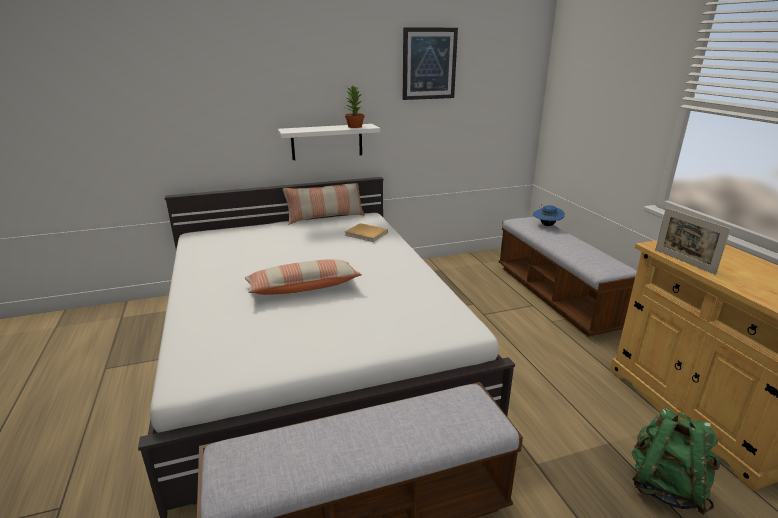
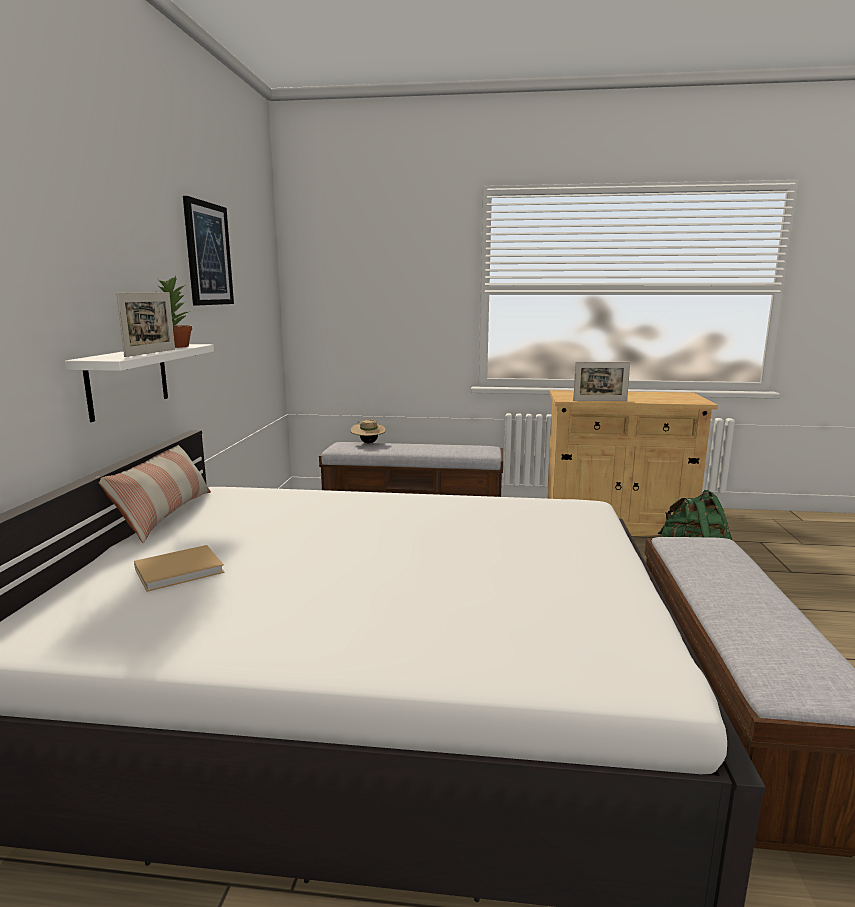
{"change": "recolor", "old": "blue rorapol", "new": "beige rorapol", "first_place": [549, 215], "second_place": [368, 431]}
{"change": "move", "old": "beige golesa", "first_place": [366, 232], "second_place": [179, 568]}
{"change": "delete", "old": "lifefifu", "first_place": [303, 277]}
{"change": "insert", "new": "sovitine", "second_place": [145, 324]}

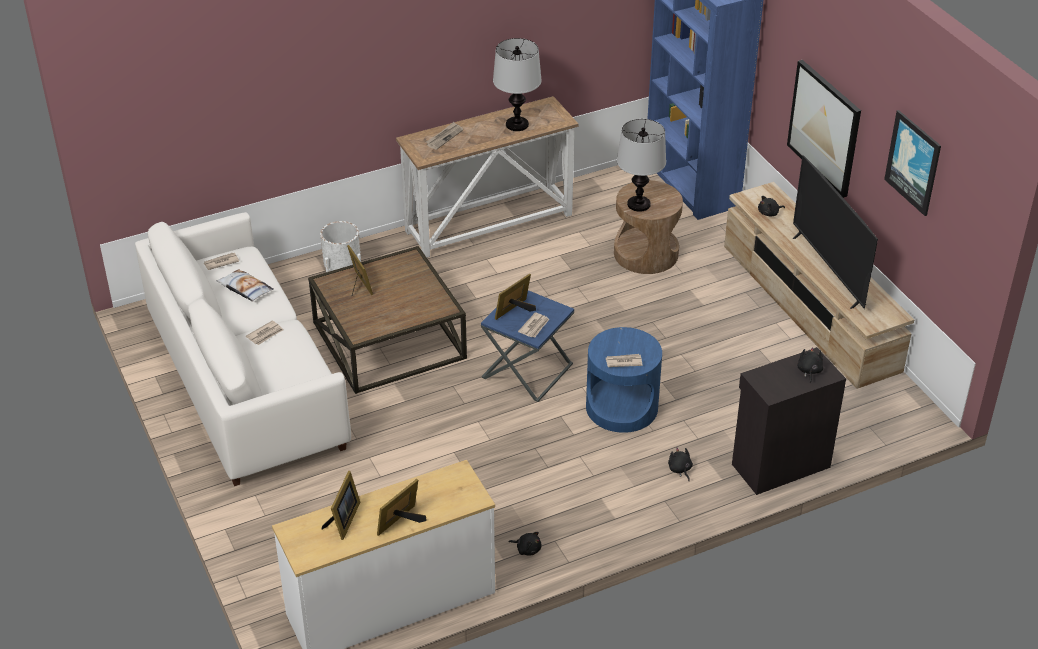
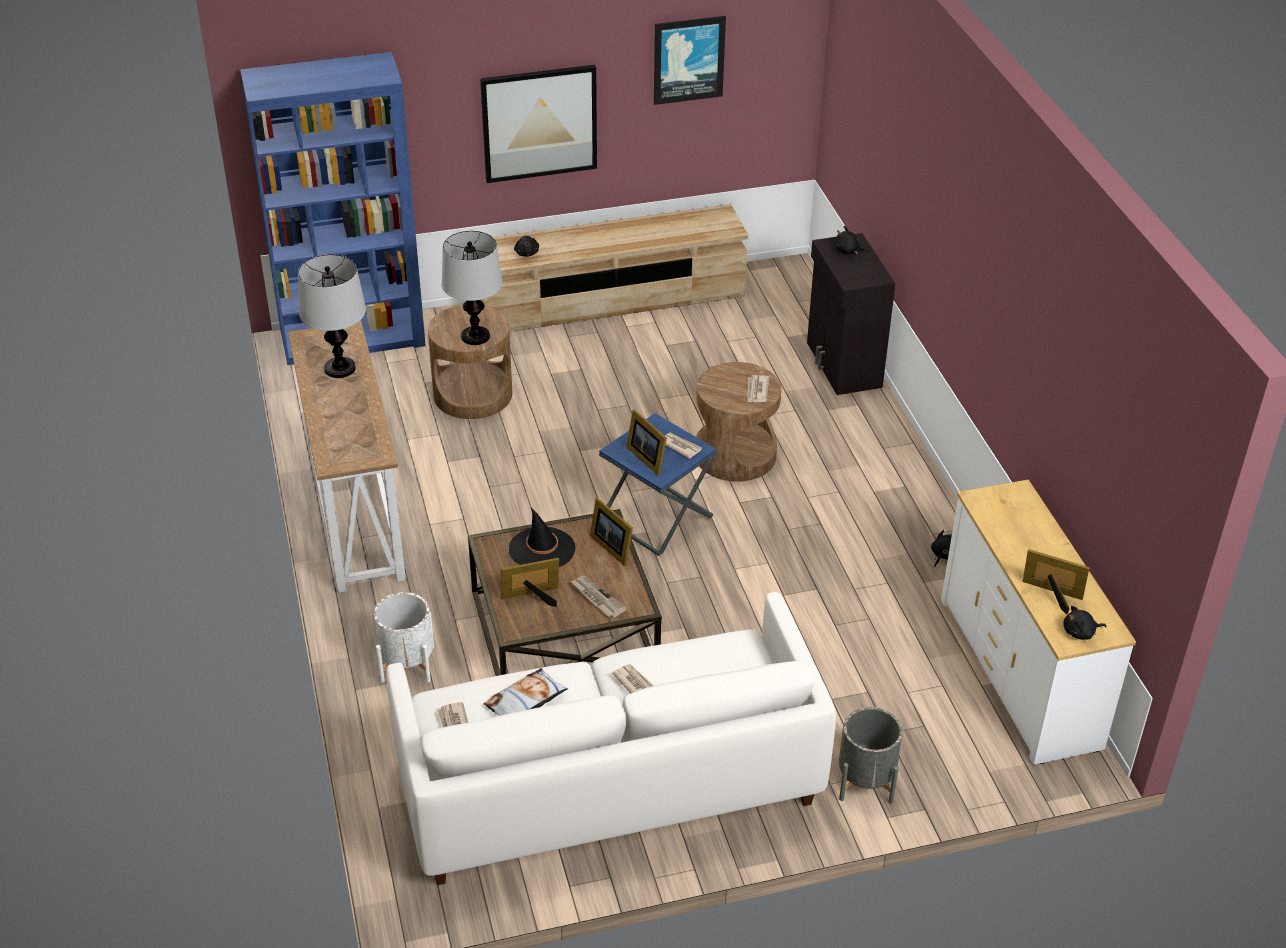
{"change": "move", "old": "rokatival", "first_place": [444, 136], "second_place": [598, 597]}
{"change": "delete", "old": "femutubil", "first_place": [835, 232]}
{"change": "recolor", "old": "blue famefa", "new": "brown famefa", "first_place": [624, 380], "second_place": [738, 422]}
{"change": "move", "old": "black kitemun", "first_place": [680, 464], "second_place": [1085, 623]}
{"change": "move", "old": "sovitine", "first_place": [402, 507], "second_place": [611, 532]}
{"change": "insert", "new": "black rorapol", "second_place": [542, 537]}
{"change": "insert", "new": "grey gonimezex", "second_place": [871, 755]}

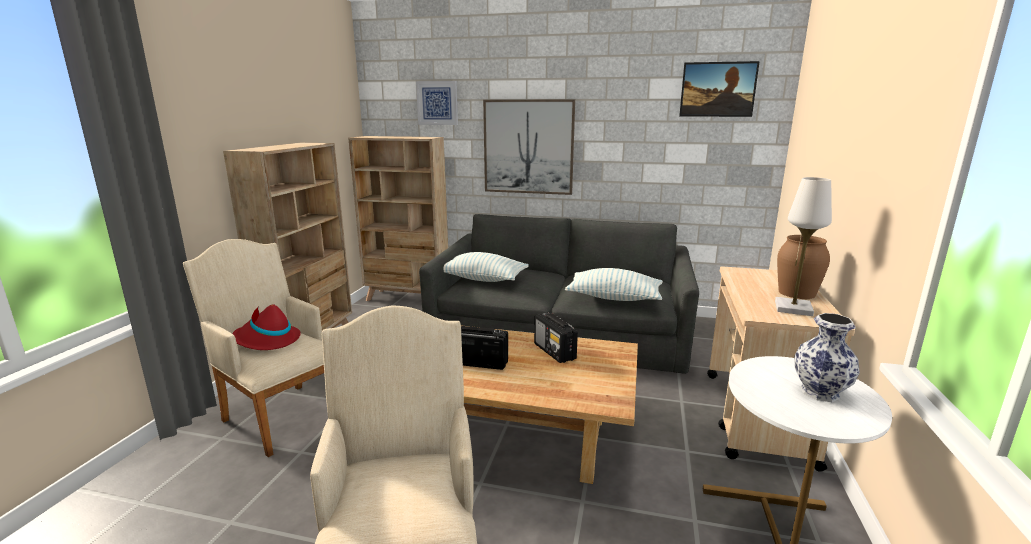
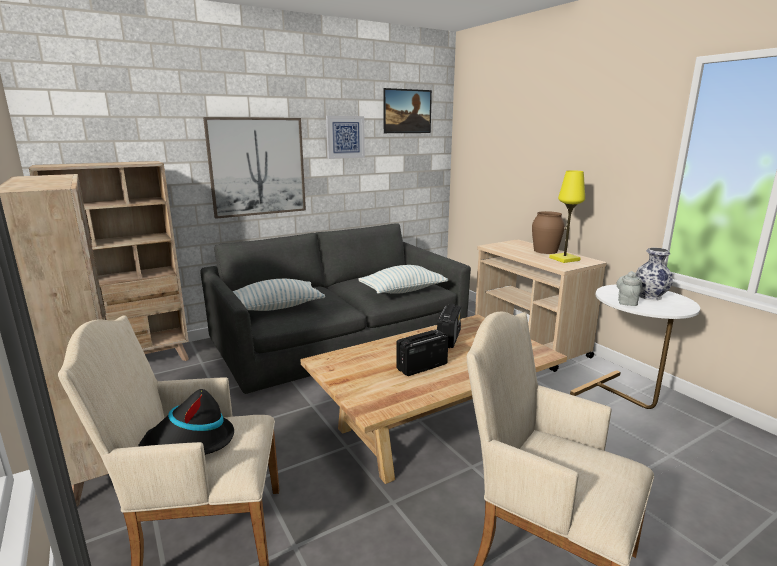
{"change": "move", "old": "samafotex", "first_place": [437, 103], "second_place": [345, 137]}
{"change": "recolor", "old": "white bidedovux", "new": "yellow bidedovux", "first_place": [803, 246], "second_place": [567, 216]}
{"change": "recolor", "old": "red rorapol", "new": "black rorapol", "first_place": [266, 327], "second_place": [186, 422]}
{"change": "rotate", "old": "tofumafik", "first_place": [556, 338], "second_place": [449, 326], "degrees": -90}
{"change": "insert", "new": "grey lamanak", "second_place": [629, 288]}

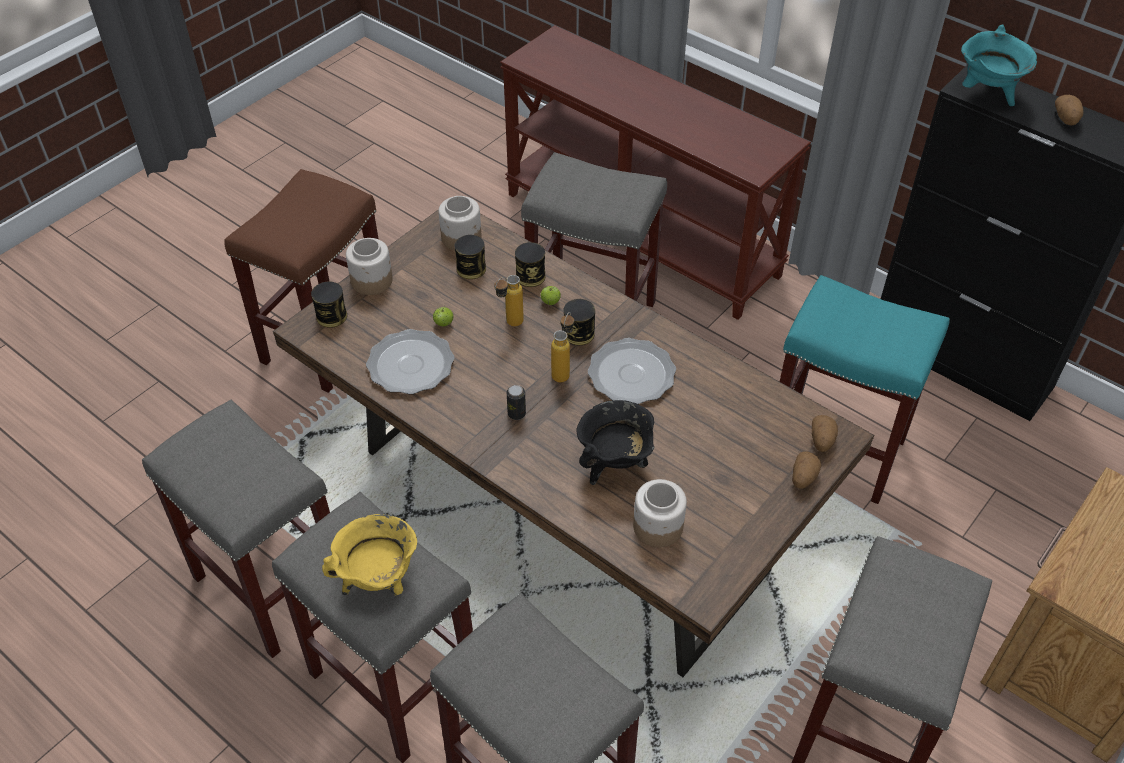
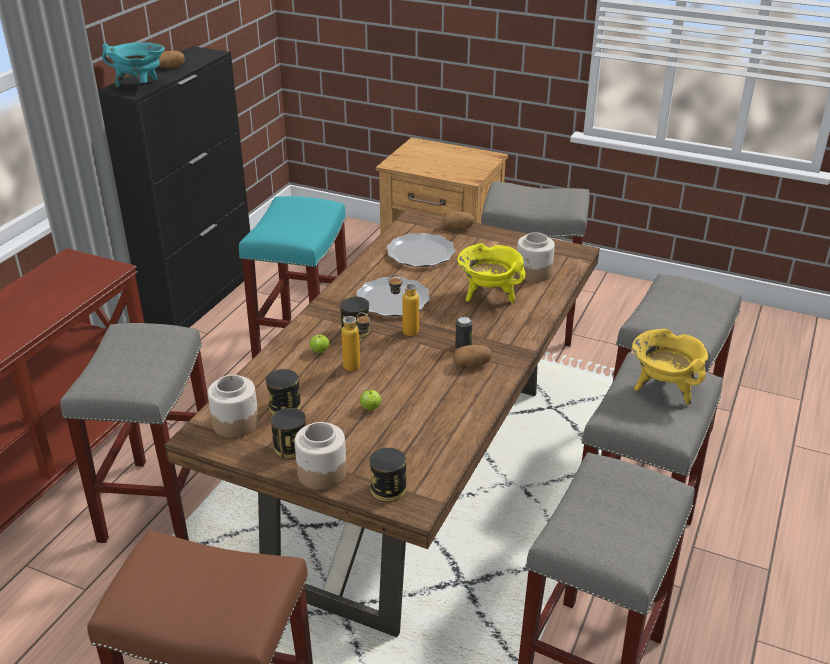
{"change": "move", "old": "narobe", "first_place": [530, 264], "second_place": [288, 433]}
{"change": "move", "old": "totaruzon", "first_place": [410, 361], "second_place": [420, 250]}
{"change": "recolor", "old": "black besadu", "new": "yellow besadu", "first_place": [615, 442], "second_place": [491, 273]}
{"change": "move", "old": "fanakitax", "first_place": [825, 433], "second_place": [472, 356]}

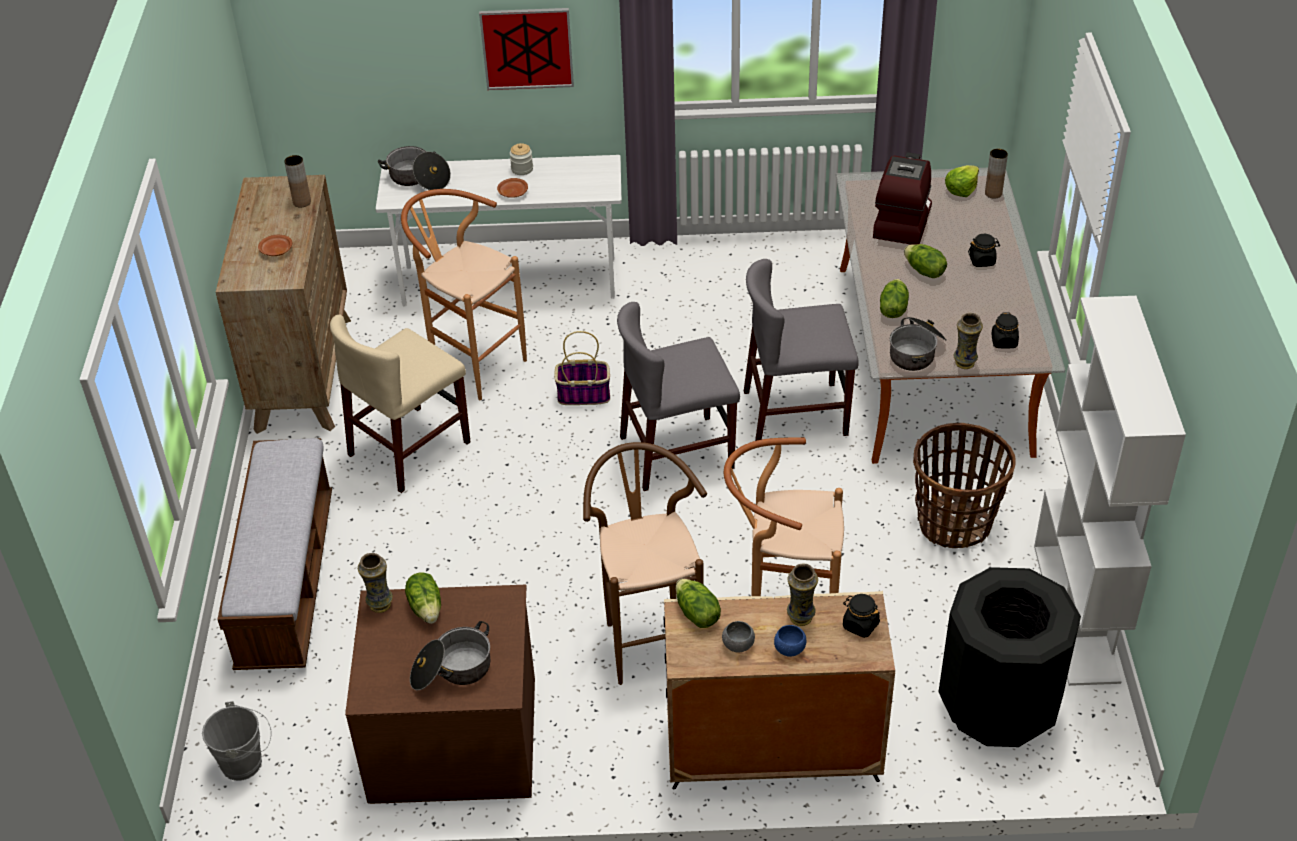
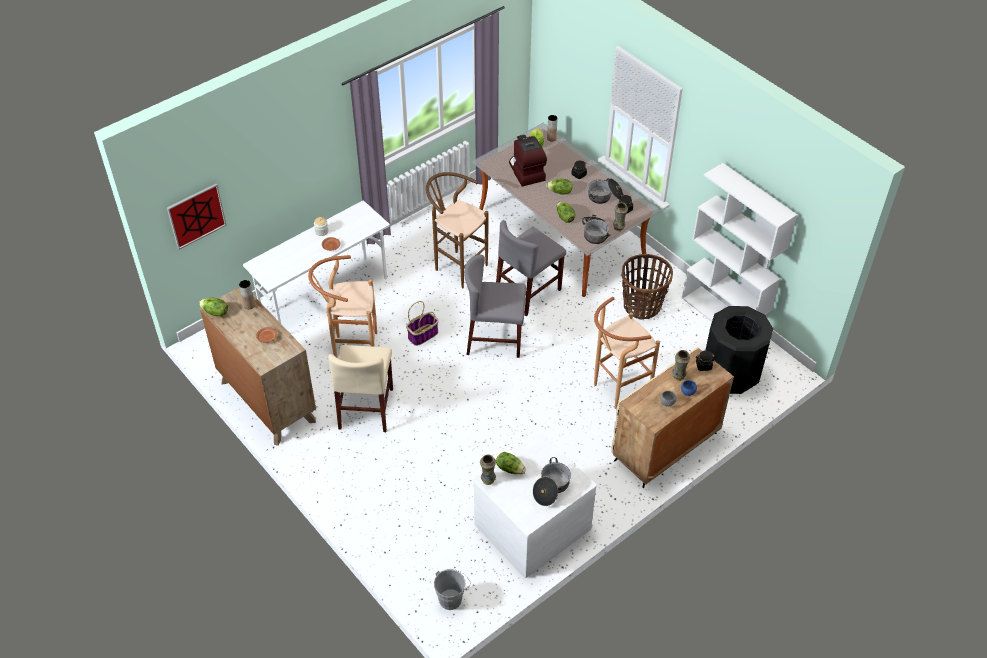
{"change": "move", "old": "samafotex", "first_place": [526, 49], "second_place": [196, 217]}
{"change": "move", "old": "besadu", "first_place": [414, 168], "second_place": [605, 191]}
{"change": "rotate", "old": "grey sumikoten", "first_place": [678, 396], "second_place": [495, 306], "degrees": 60}
{"change": "delete", "old": "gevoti", "first_place": [274, 554]}
{"change": "move", "old": "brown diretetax", "first_place": [645, 563], "second_place": [457, 230]}
{"change": "move", "old": "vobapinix", "first_place": [698, 603], "second_place": [213, 307]}
{"change": "recolor", "old": "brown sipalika", "new": "white sipalika", "first_place": [440, 694], "second_place": [534, 505]}

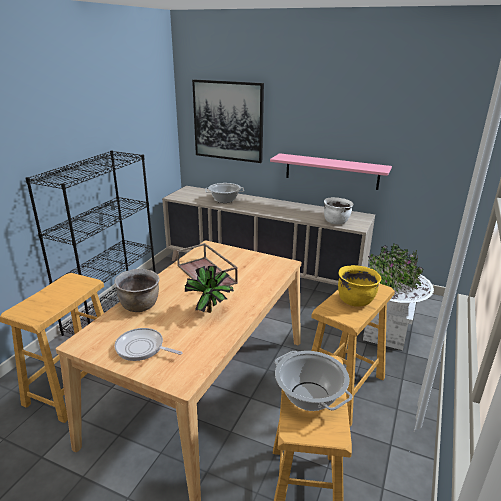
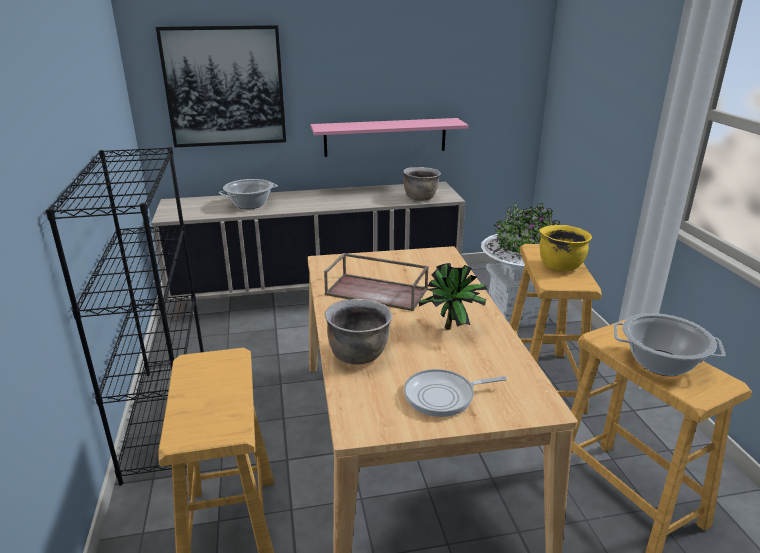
{"change": "recolor", "old": "white besadu", "new": "brown besadu", "first_place": [338, 211], "second_place": [422, 184]}

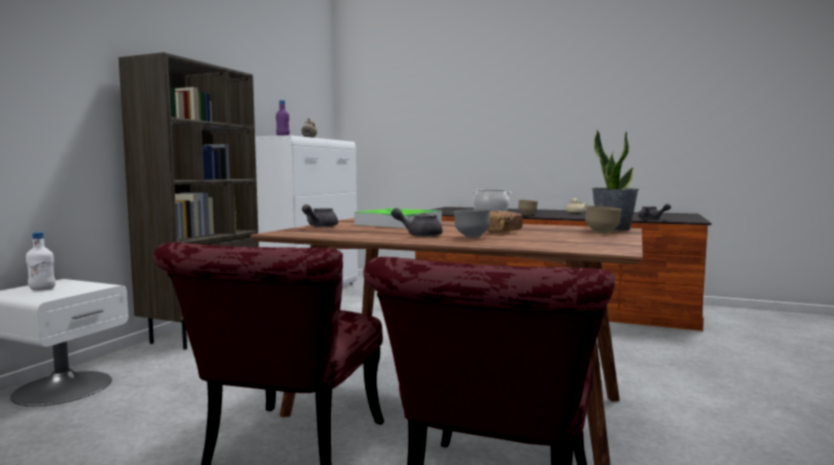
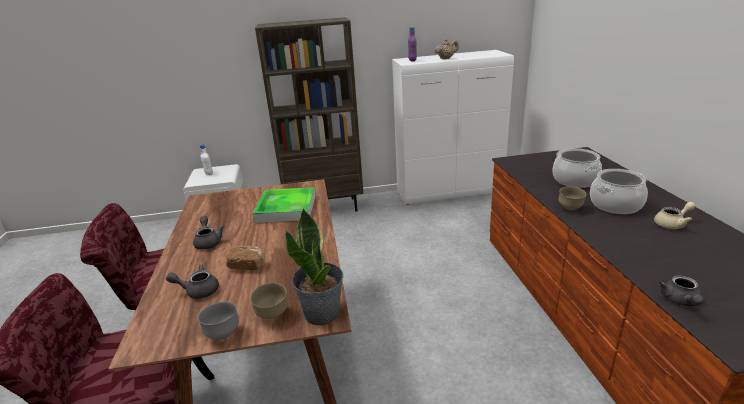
{"change": "move", "old": "grey lamanak", "first_place": [320, 215], "second_place": [192, 281]}
{"change": "move", "old": "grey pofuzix", "first_place": [471, 223], "second_place": [218, 321]}
{"change": "insert", "new": "besadu", "second_place": [619, 191]}

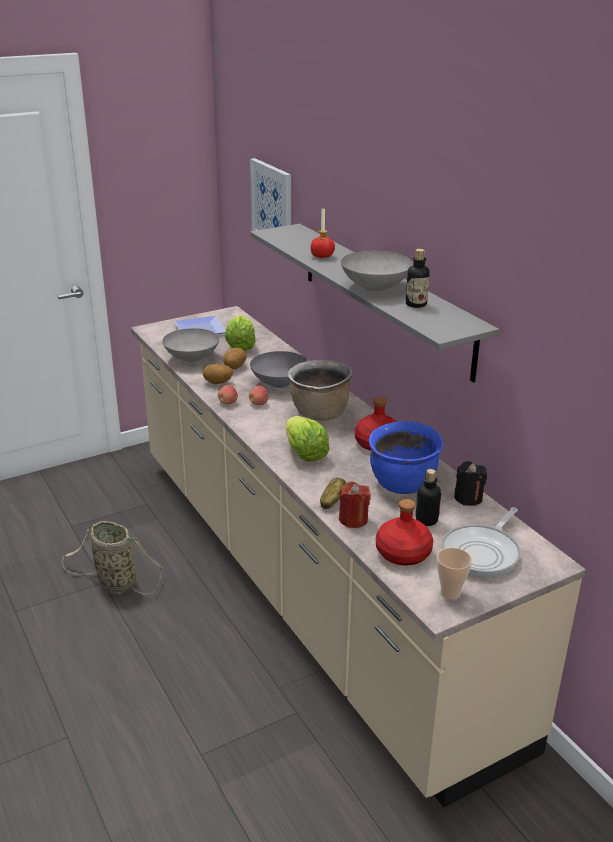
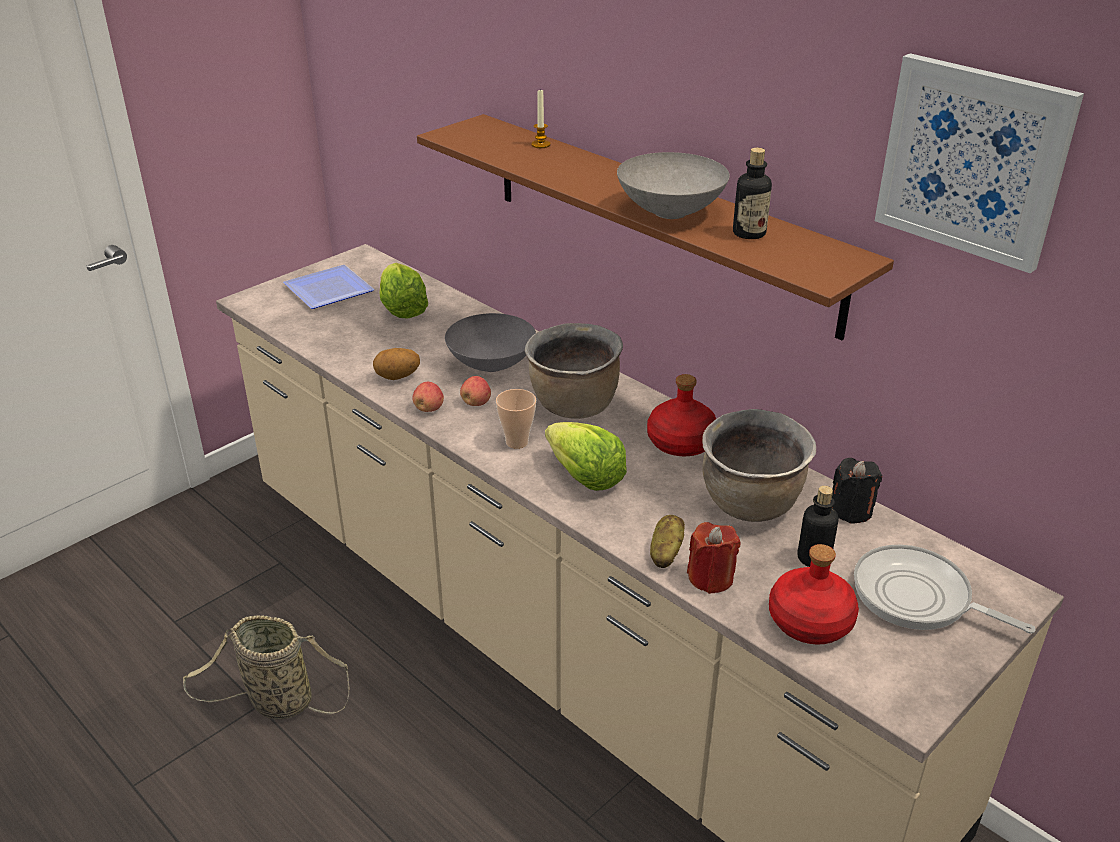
{"change": "move", "old": "samafotex", "first_place": [270, 194], "second_place": [979, 163]}
{"change": "recolor", "old": "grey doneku", "new": "brown doneku", "first_place": [374, 303], "second_place": [655, 227]}
{"change": "delete", "old": "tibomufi", "first_place": [323, 247]}
{"change": "delete", "old": "grey pofuzix", "first_place": [190, 345]}
{"change": "delete", "old": "fanakitax", "first_place": [234, 358]}
{"change": "recolor", "old": "blue besadu", "new": "brown besadu", "first_place": [406, 458], "second_place": [759, 465]}
{"change": "rotate", "old": "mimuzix", "first_place": [481, 542], "second_place": [945, 589], "degrees": 105}
{"change": "move", "old": "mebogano", "first_place": [454, 573], "second_place": [516, 419]}

